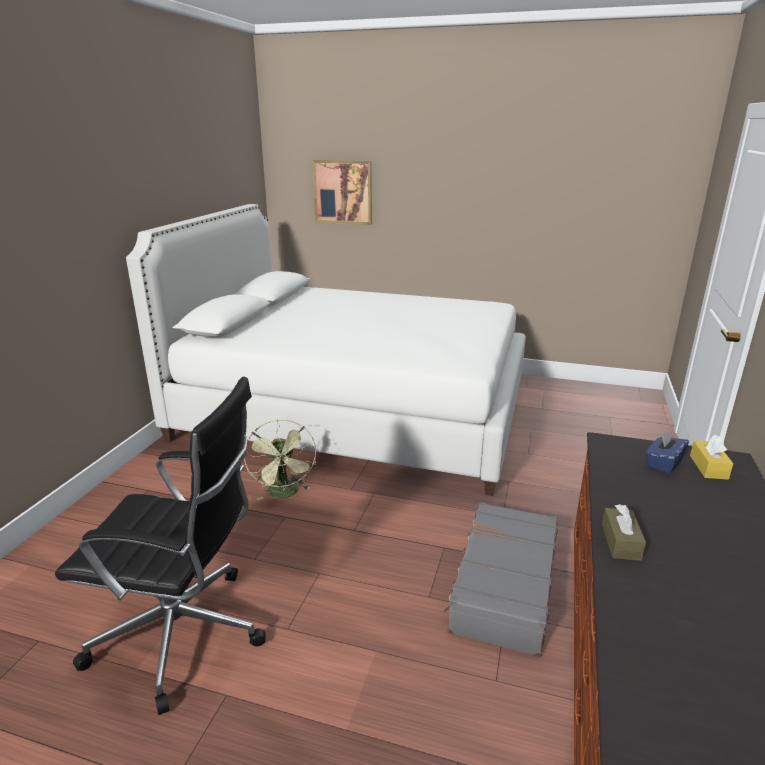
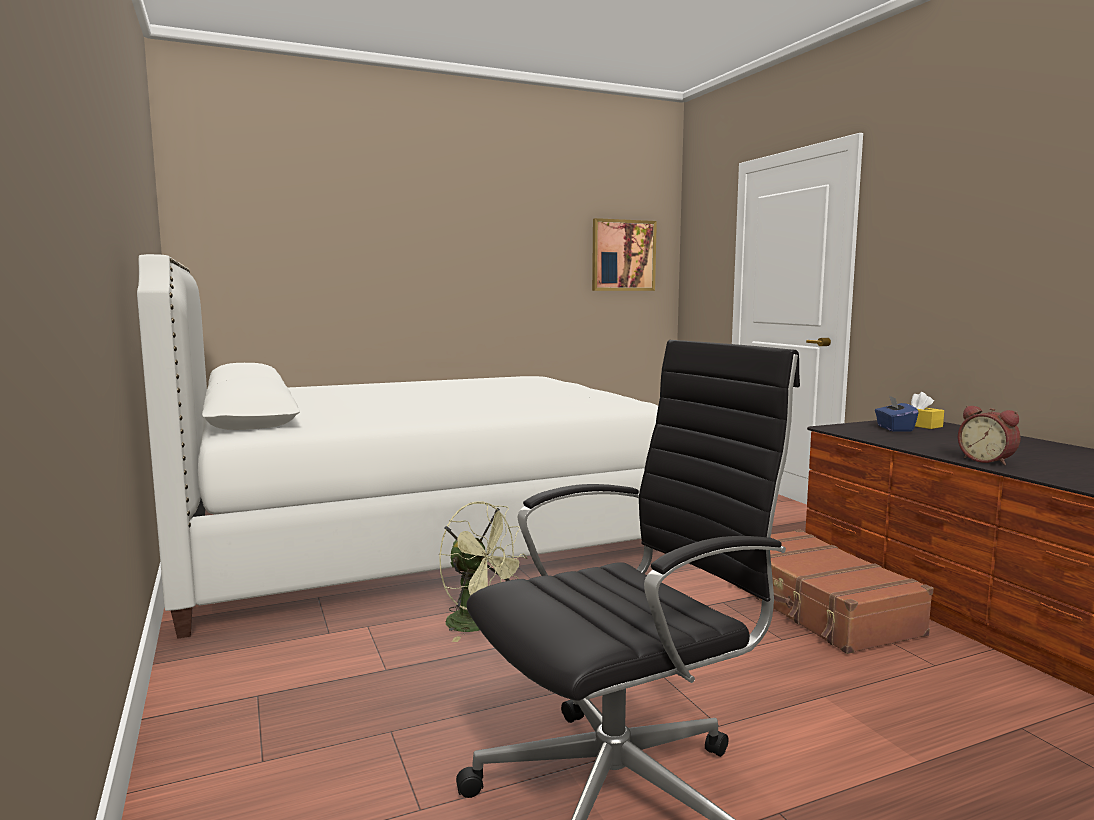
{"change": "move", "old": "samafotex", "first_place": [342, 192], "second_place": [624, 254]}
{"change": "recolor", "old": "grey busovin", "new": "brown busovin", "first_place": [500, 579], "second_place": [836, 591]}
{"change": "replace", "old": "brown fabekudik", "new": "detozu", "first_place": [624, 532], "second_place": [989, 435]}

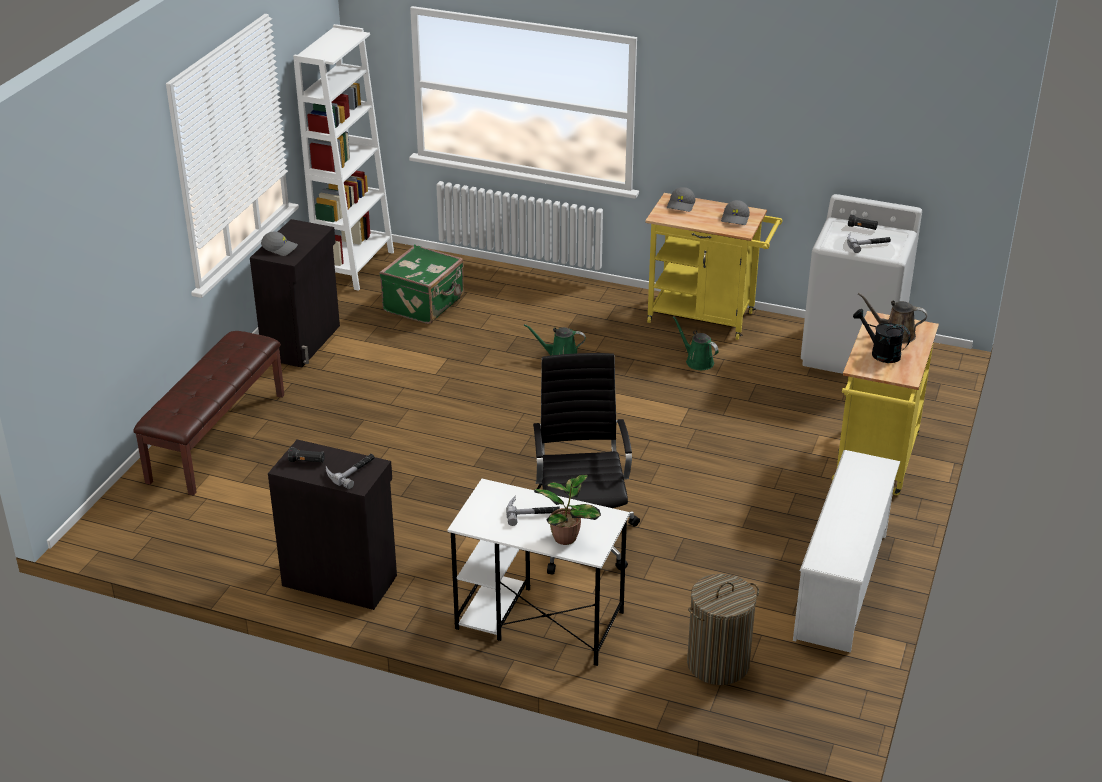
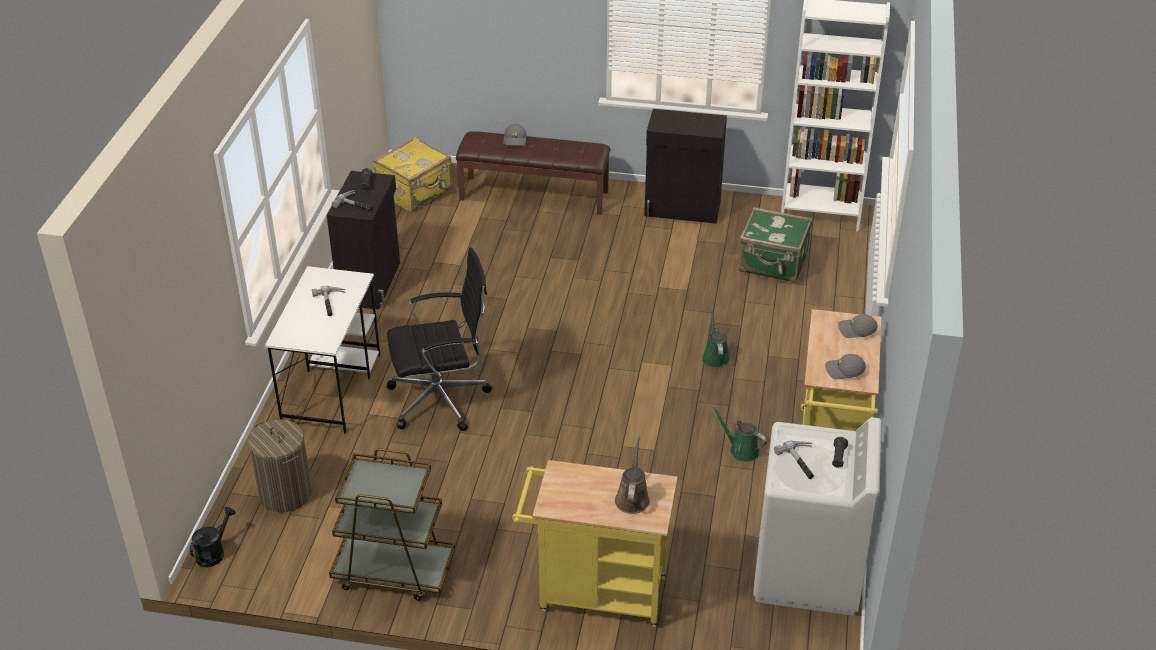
{"change": "move", "old": "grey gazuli", "first_place": [279, 244], "second_place": [515, 135]}
{"change": "move", "old": "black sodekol", "first_place": [882, 336], "second_place": [213, 537]}
{"change": "rotate", "old": "green sodekol", "first_place": [696, 343], "second_place": [739, 434], "degrees": -90}
{"change": "replace", "old": "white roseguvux", "new": "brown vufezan", "first_place": [846, 551], "second_place": [392, 524]}
{"change": "delete", "old": "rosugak", "first_place": [567, 509]}
{"change": "insert", "new": "yellow busovin", "second_place": [412, 174]}

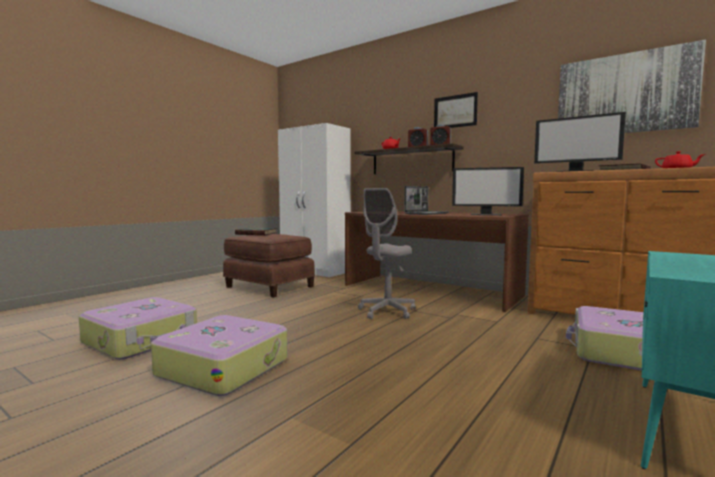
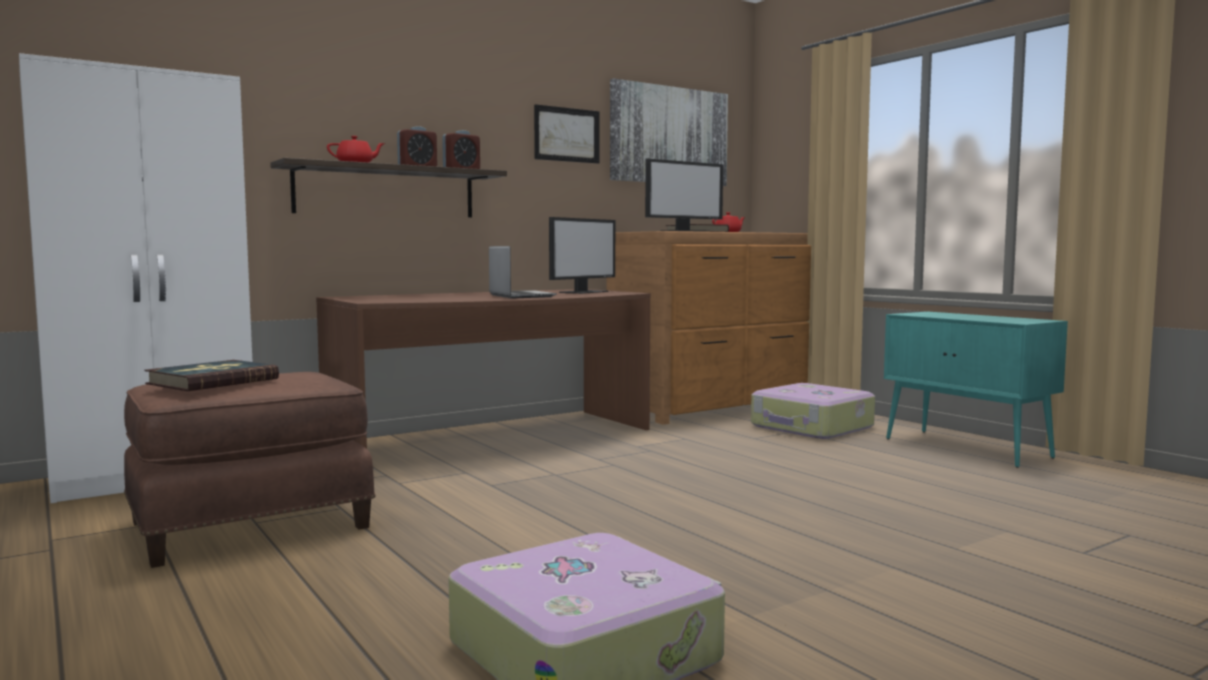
{"change": "move", "old": "samafotex", "first_place": [456, 110], "second_place": [566, 134]}
{"change": "delete", "old": "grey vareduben", "first_place": [386, 253]}
{"change": "delete", "old": "busovin", "first_place": [219, 355]}

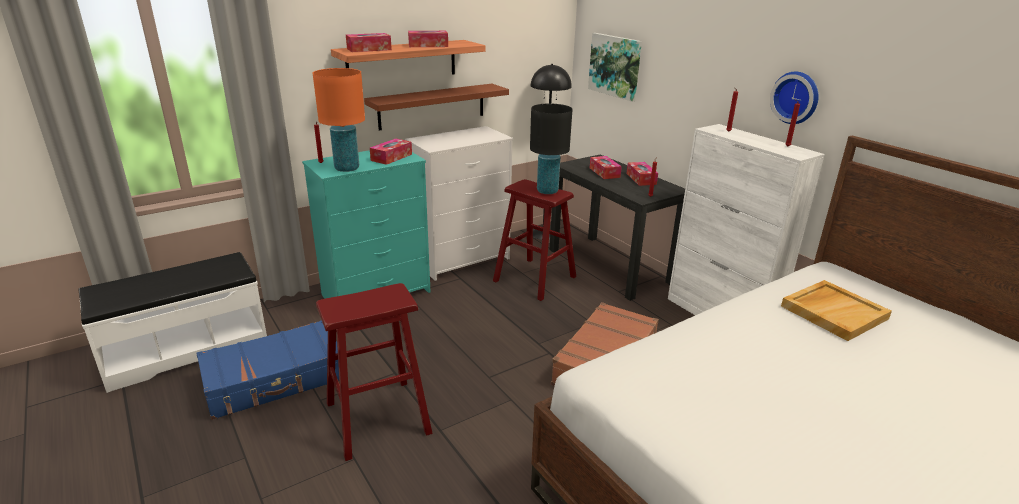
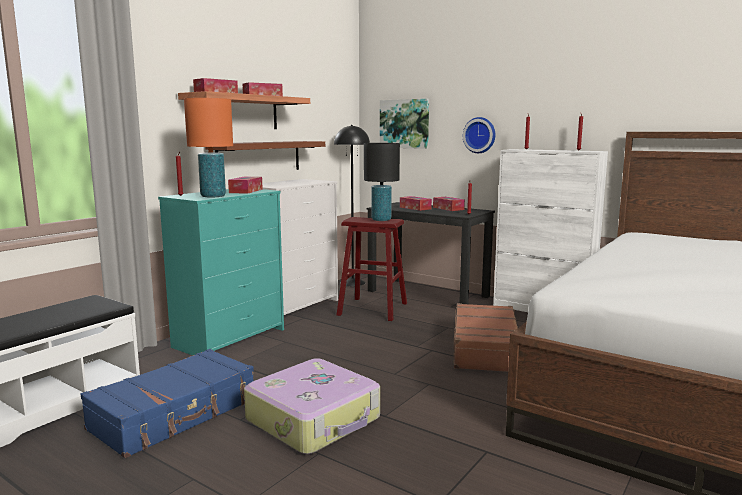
{"change": "move", "old": "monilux", "first_place": [794, 98], "second_place": [479, 135]}
{"change": "delete", "old": "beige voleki", "first_place": [836, 310]}
{"change": "replace", "old": "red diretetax", "new": "busovin", "first_place": [374, 372], "second_place": [312, 406]}

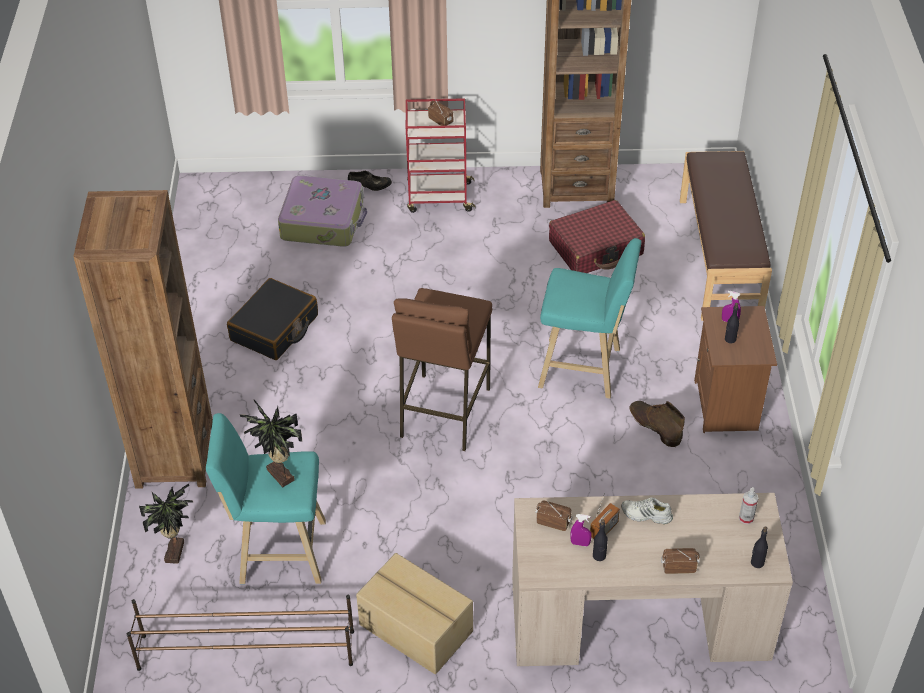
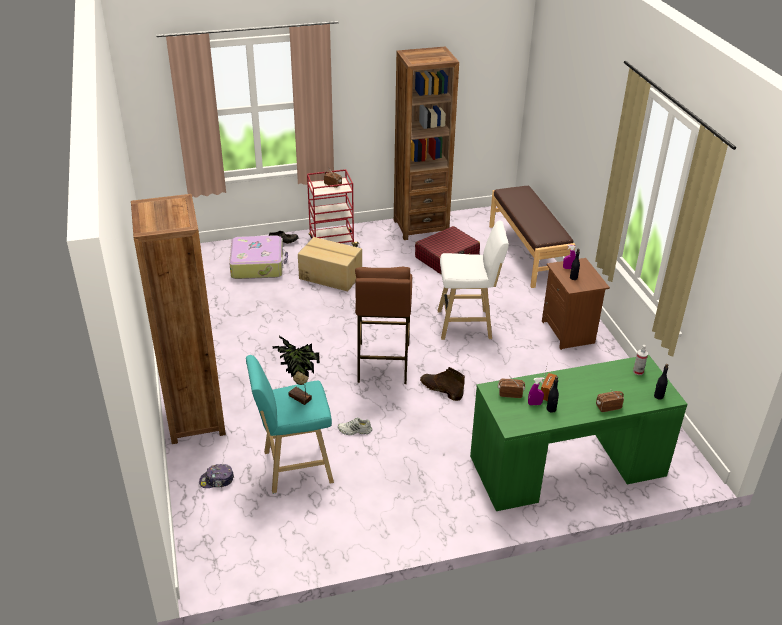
{"change": "recolor", "old": "turquoise diretetax", "new": "white diretetax", "first_place": [589, 318], "second_place": [473, 280]}
{"change": "delete", "old": "black busovin", "first_place": [272, 319]}
{"change": "move", "old": "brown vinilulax", "first_place": [657, 424], "second_place": [442, 384]}
{"change": "replace", "old": "rosugak", "new": "gazuli", "first_place": [166, 524], "second_place": [216, 476]}
{"change": "recolor", "old": "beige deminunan", "new": "green deminunan", "first_place": [652, 579], "second_place": [578, 433]}
{"change": "move", "old": "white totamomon", "first_place": [647, 511], "second_place": [355, 426]}
{"change": "move", "old": "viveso", "first_place": [414, 613], "second_place": [330, 264]}
{"change": "delete", "old": "brown roseguvux", "first_place": [240, 633]}

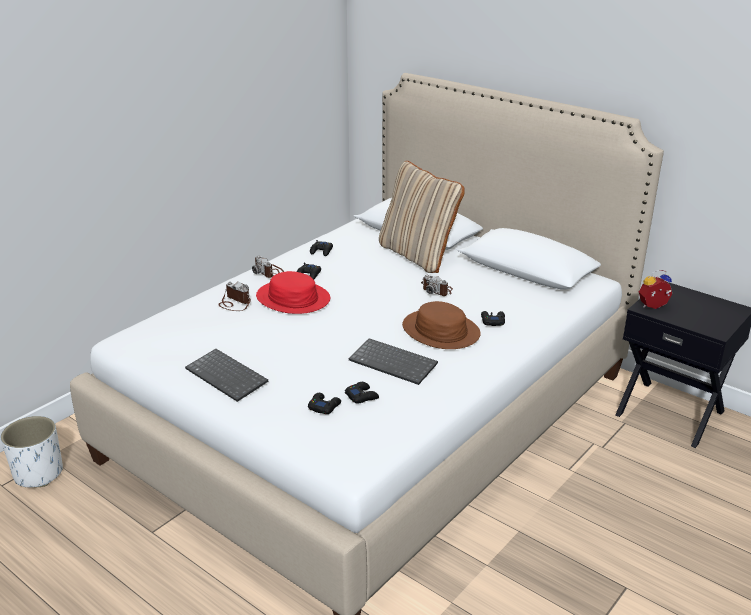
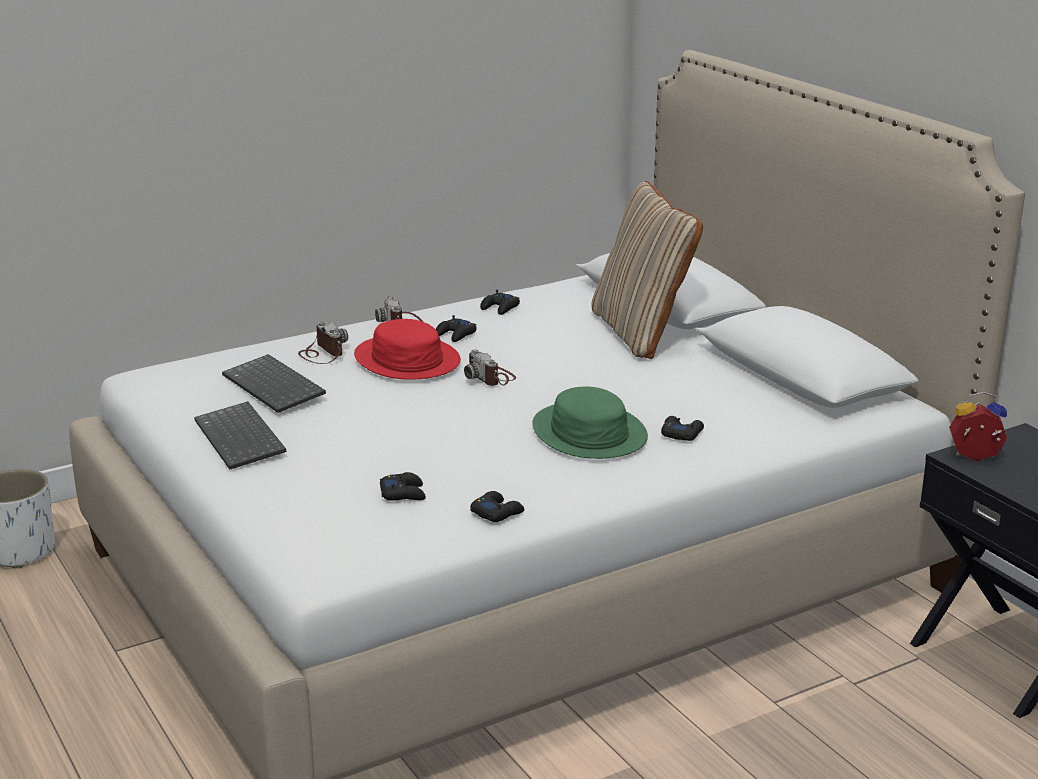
{"change": "move", "old": "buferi", "first_place": [437, 285], "second_place": [490, 367]}
{"change": "recolor", "old": "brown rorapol", "new": "green rorapol", "first_place": [441, 325], "second_place": [590, 423]}
{"change": "move", "old": "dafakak", "first_place": [393, 361], "second_place": [274, 383]}
{"change": "move", "old": "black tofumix", "first_place": [324, 403], "second_place": [497, 506]}

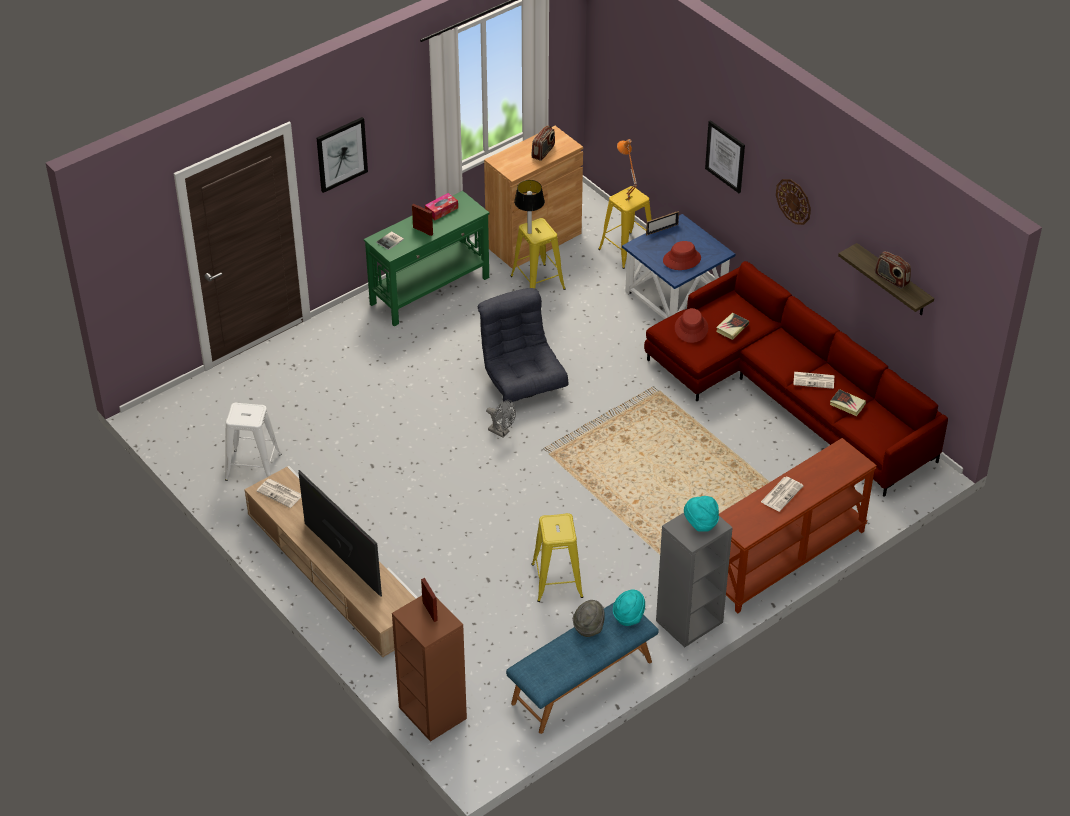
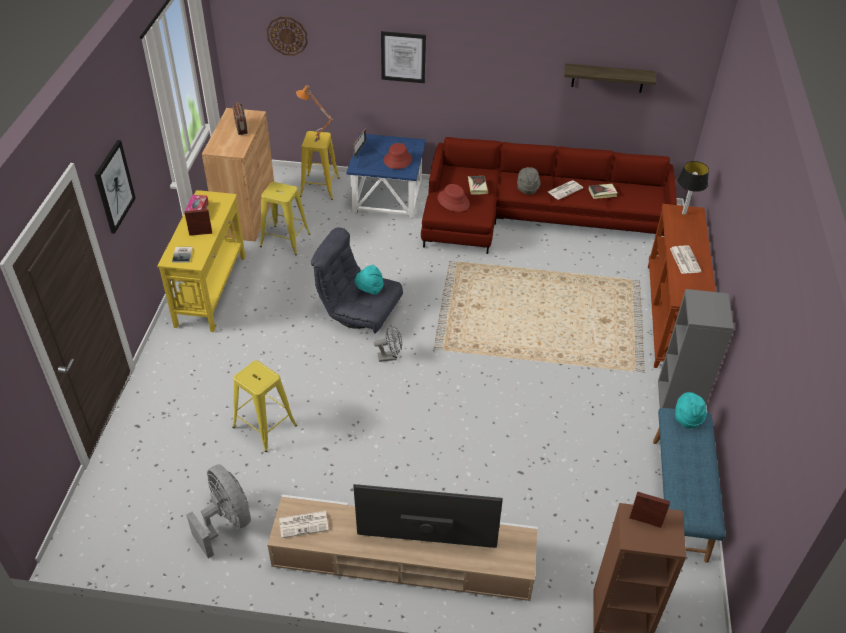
{"change": "move", "old": "monilux", "first_place": [793, 202], "second_place": [287, 36]}
{"change": "move", "old": "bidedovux", "first_place": [529, 207], "second_place": [693, 188]}
{"change": "recolor", "old": "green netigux", "new": "yellow netigux", "first_place": [426, 258], "second_place": [201, 261]}
{"change": "delete", "old": "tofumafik", "first_place": [893, 270]}
{"change": "replace", "old": "white diretetax", "new": "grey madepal", "first_place": [253, 442], "second_place": [218, 511]}
{"change": "move", "old": "turquoise rorapol", "first_place": [701, 514], "second_place": [369, 280]}
{"change": "move", "old": "yellow diretetax", "first_place": [557, 557], "second_place": [264, 406]}
{"change": "move", "old": "grey rorapol", "first_place": [589, 618], "second_place": [529, 181]}

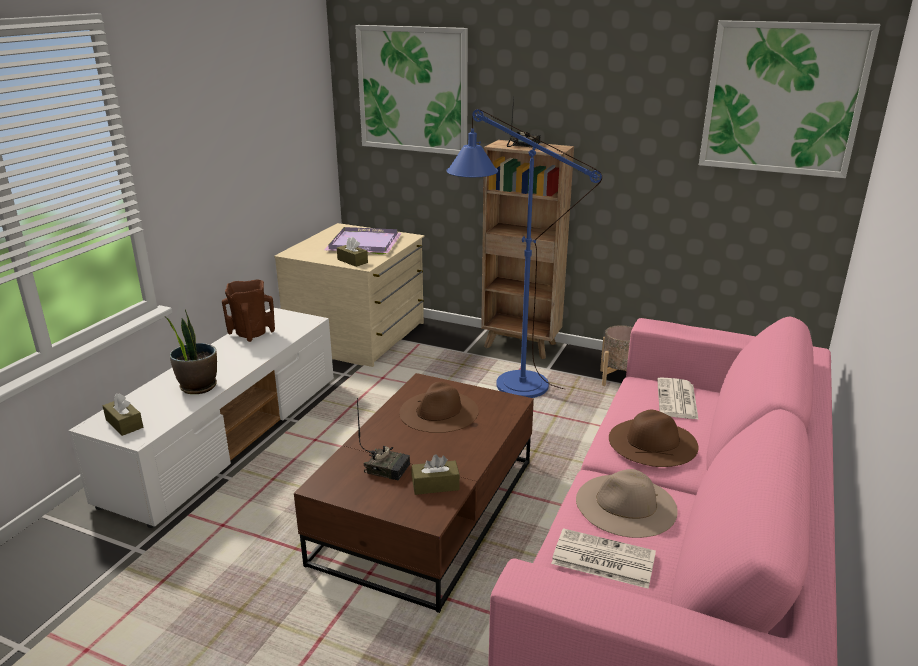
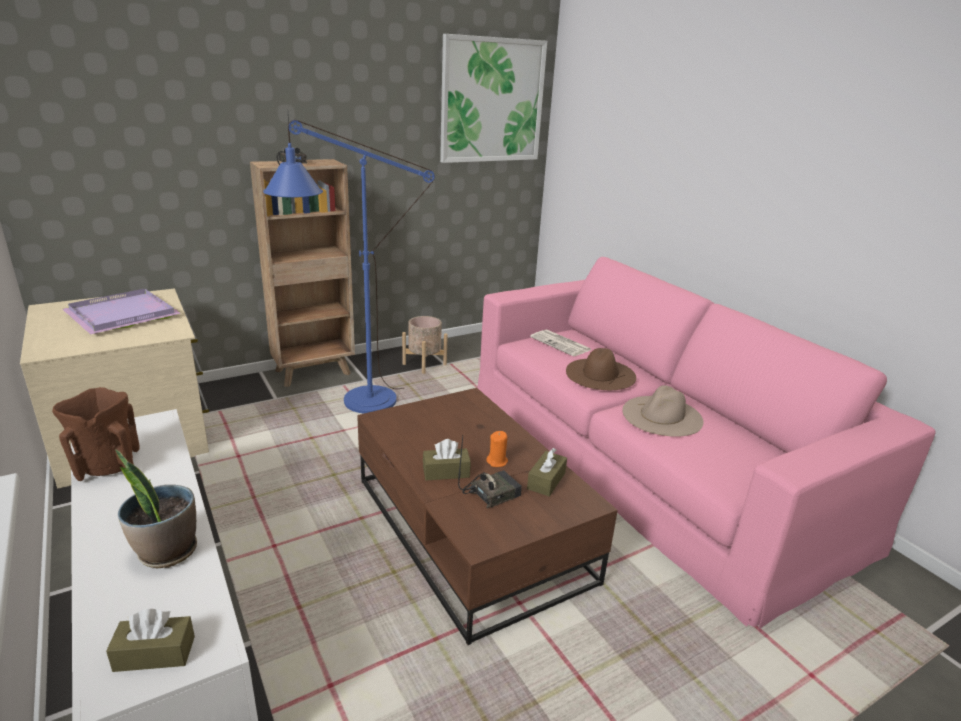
{"change": "delete", "old": "samafotex", "first_place": [411, 90]}
{"change": "move", "old": "brown fabekudik", "first_place": [352, 252], "second_place": [447, 460]}
{"change": "delete", "old": "brown rorapol", "first_place": [439, 407]}
{"change": "delete", "old": "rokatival", "first_place": [603, 558]}
{"change": "insert", "new": "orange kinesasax", "second_place": [497, 449]}

